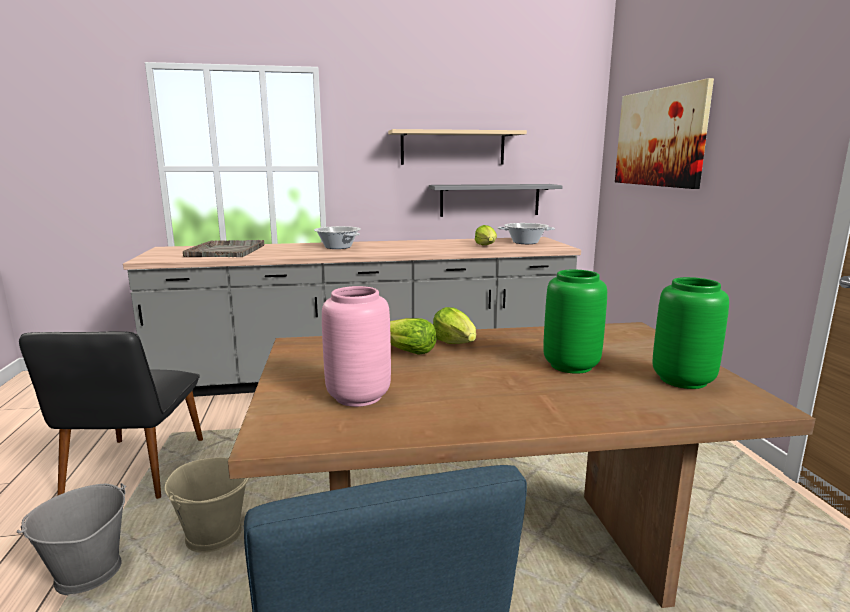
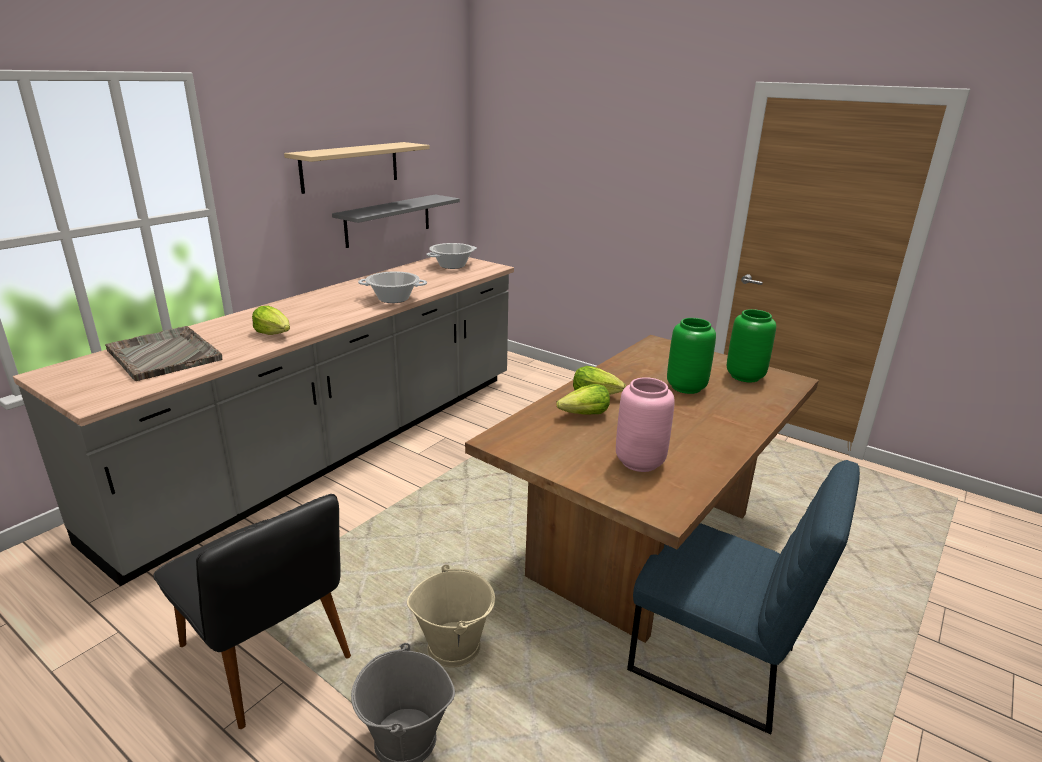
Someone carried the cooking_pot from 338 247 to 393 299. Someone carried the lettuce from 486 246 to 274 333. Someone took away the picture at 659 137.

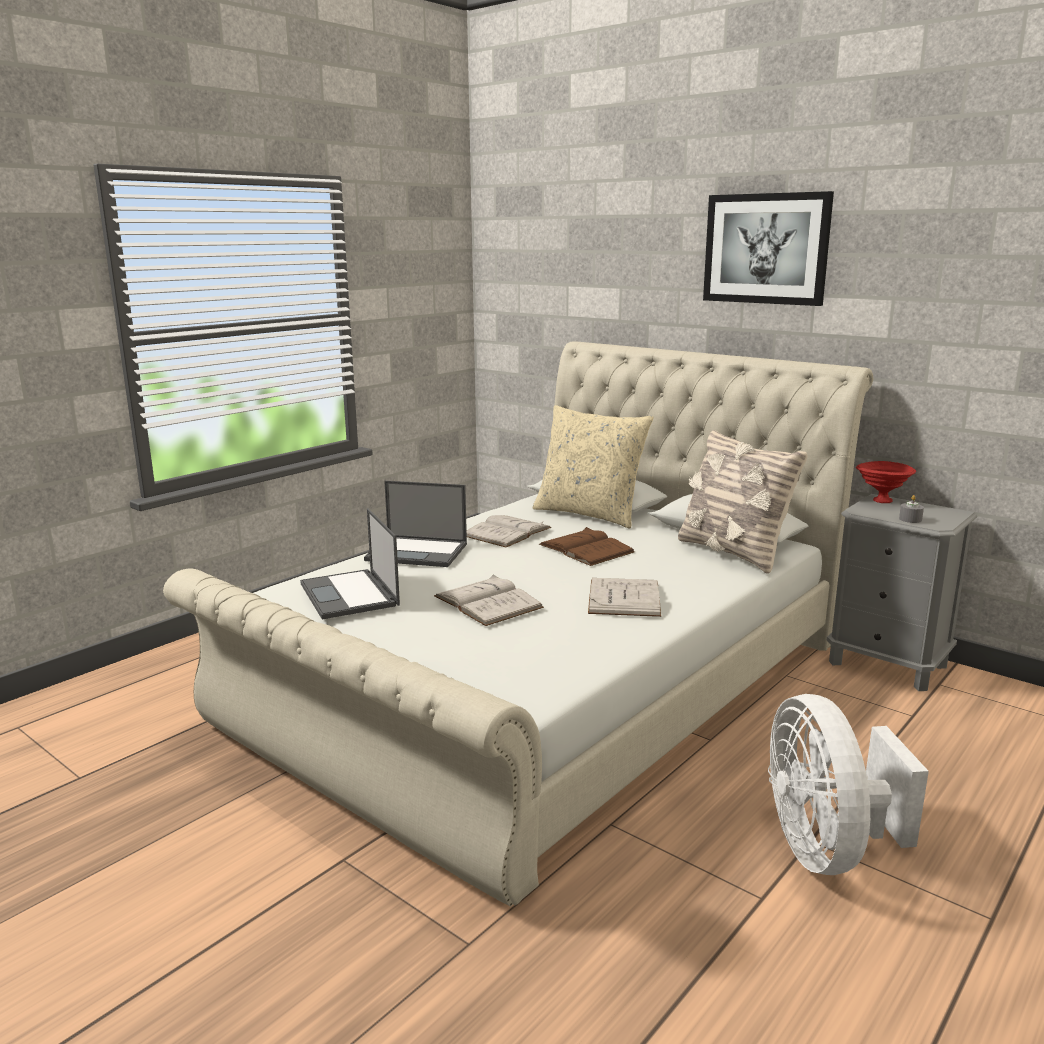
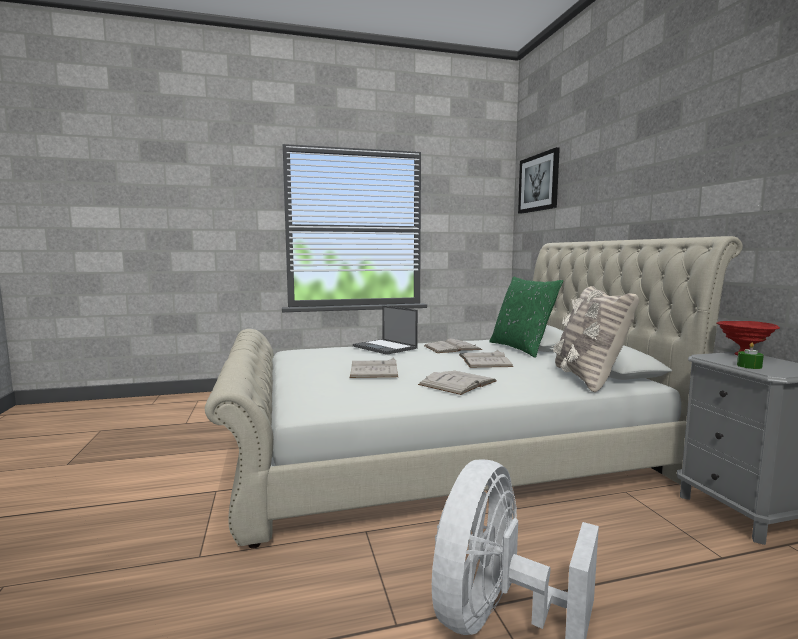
Someone took away the laptop at 350 595. Someone repainted the beige_pillow at 589 514, which became the green_pillow at 522 349. Someone repainted the brown_book at 586 548, which became the white_book at 484 360. Someone carried the picture from 766 249 to 538 183. Someone repainted the grey_candle at 910 519, which became the green_candle at 749 366.

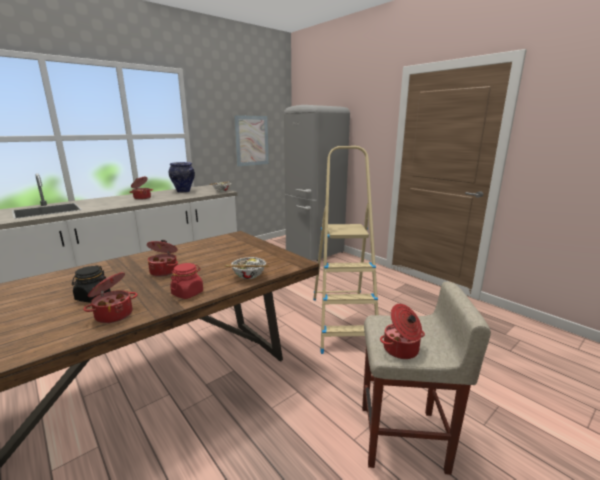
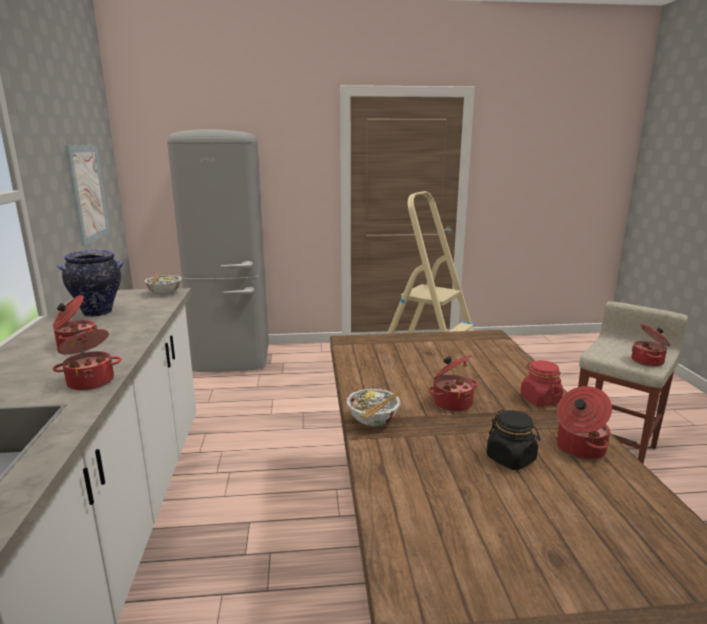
Someone carried the bowl from 249 276 to 373 420. Someone put down the cooking_pot at 91 381.

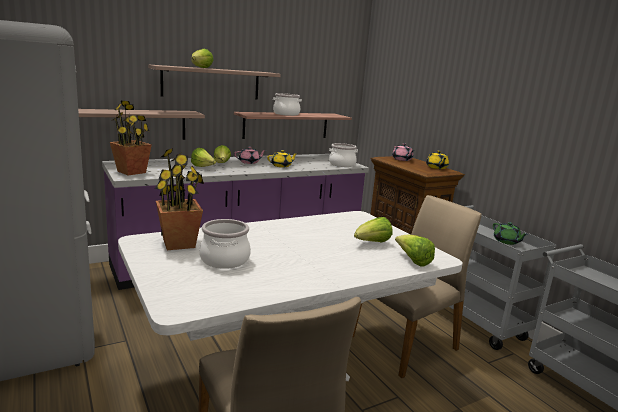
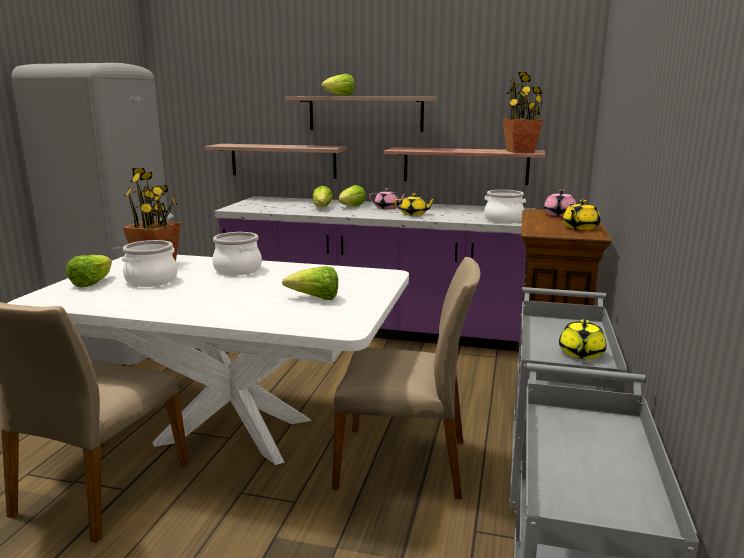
Someone carried the potted_plant from 132 172 to 520 151. Someone carried the cooking_pot from 286 114 to 238 269. Someone carried the lettuce from 413 261 to 92 283. Someone repainted the green_teapot at 506 242, which became the yellow_teapot at 581 353.

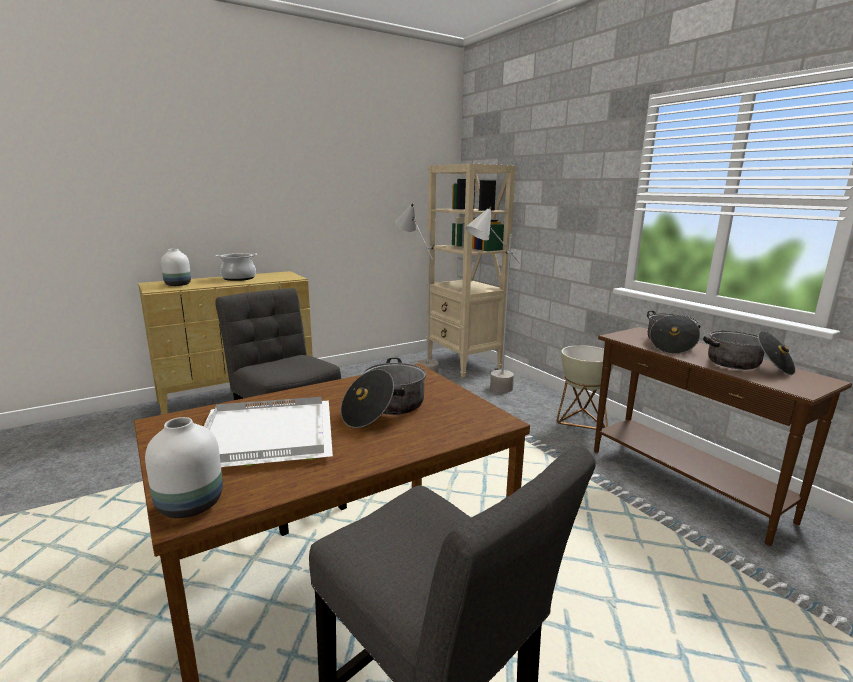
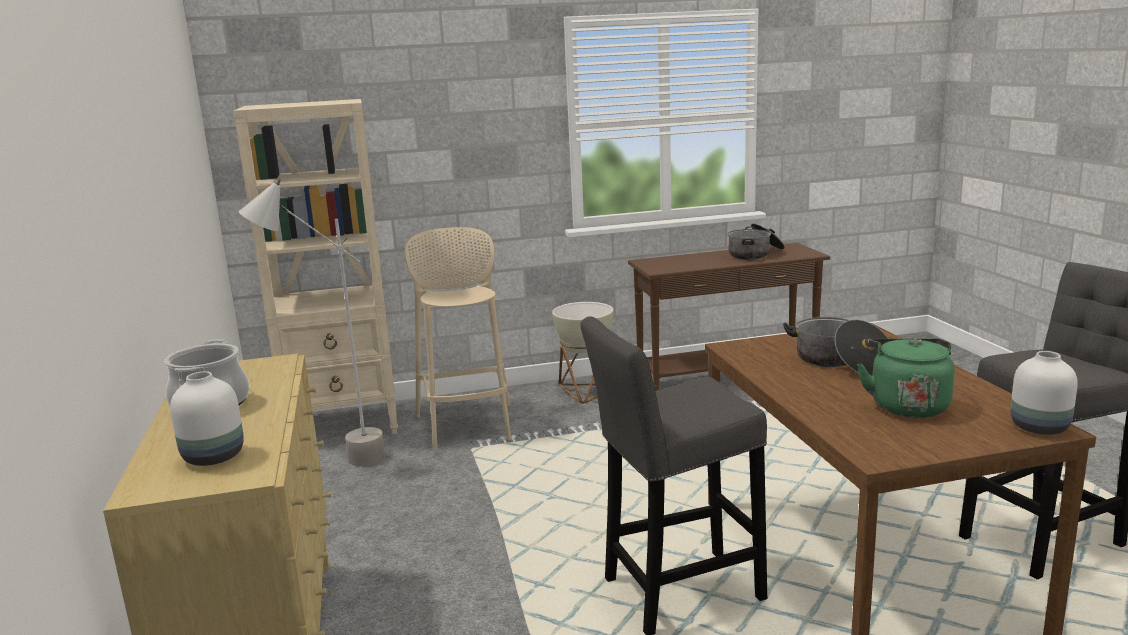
Someone swapped the white_tray at 269 437 for the green_kettle at 907 405. Someone swapped the grey_floor_lamp at 487 393 for the beige_stool at 467 425. Someone took away the cooking_pot at 669 344.

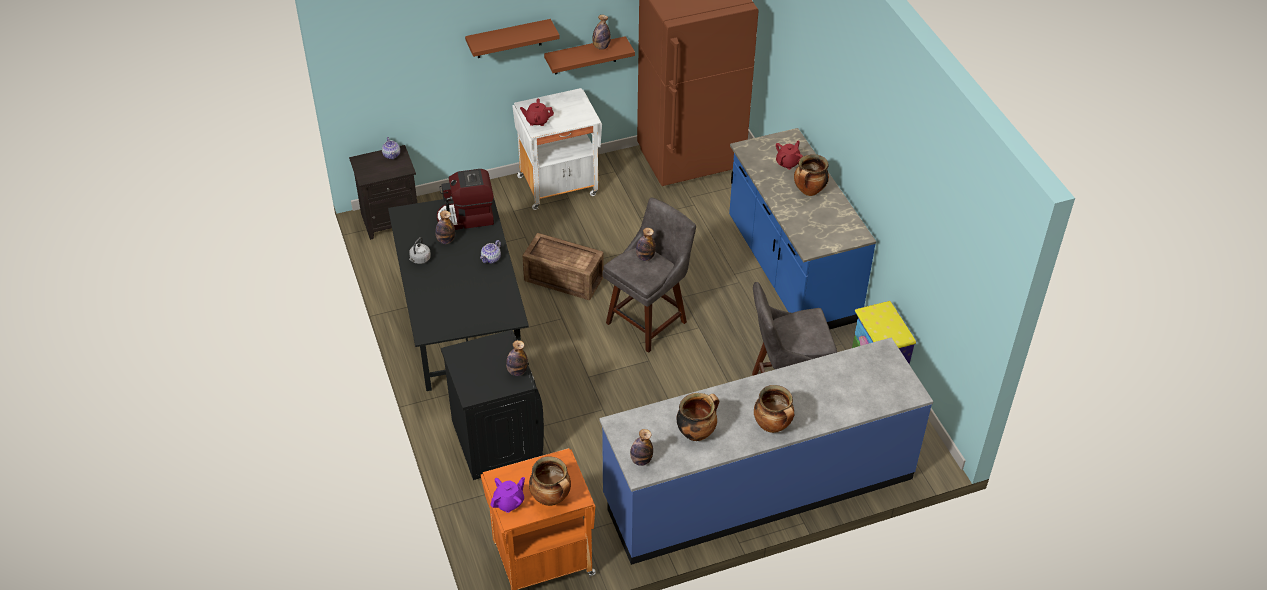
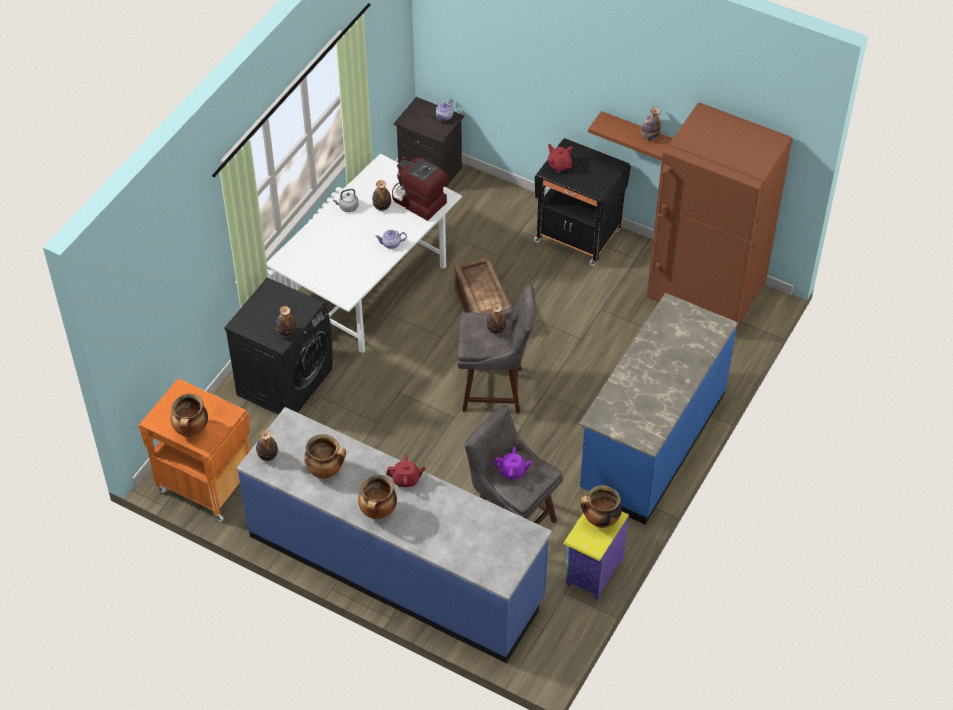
Someone repainted the black_dining_table at 464 330, which became the white_dining_table at 369 290. Someone took away the brown_shelf at 508 39. Someone carried the purple_teapot from 509 502 to 512 472. Someone repainted the white_cart at 559 185, which became the black_cart at 579 237. Someone carried the red_teapot from 788 163 to 406 479. Someone carried the cooking_pot from 809 191 to 600 520.

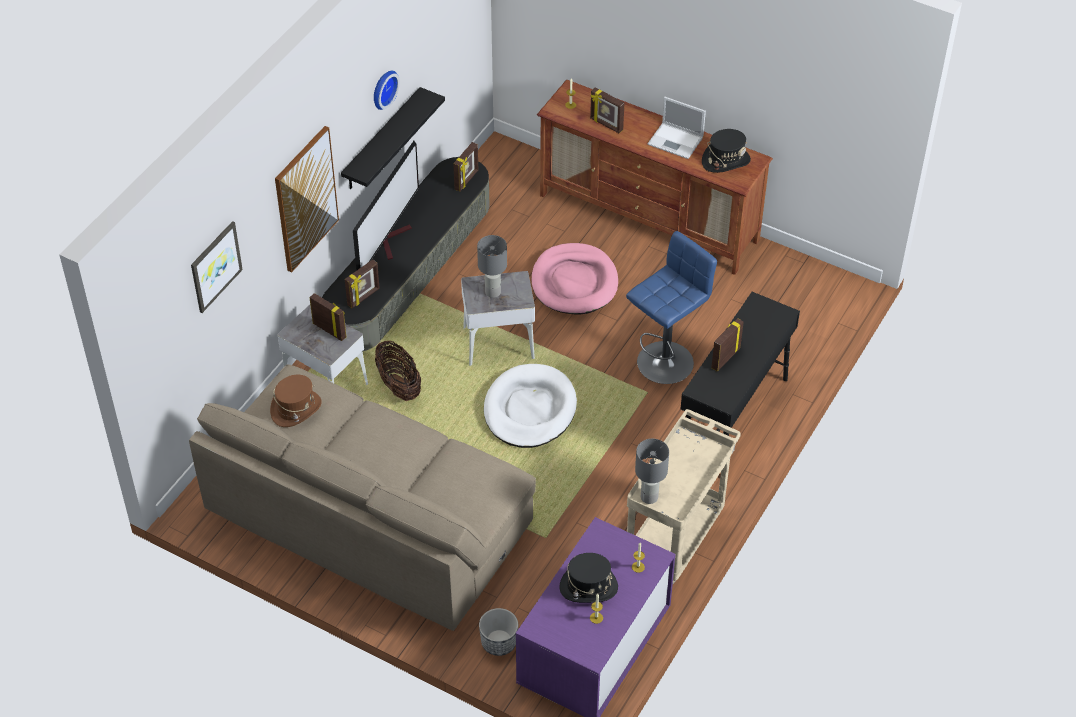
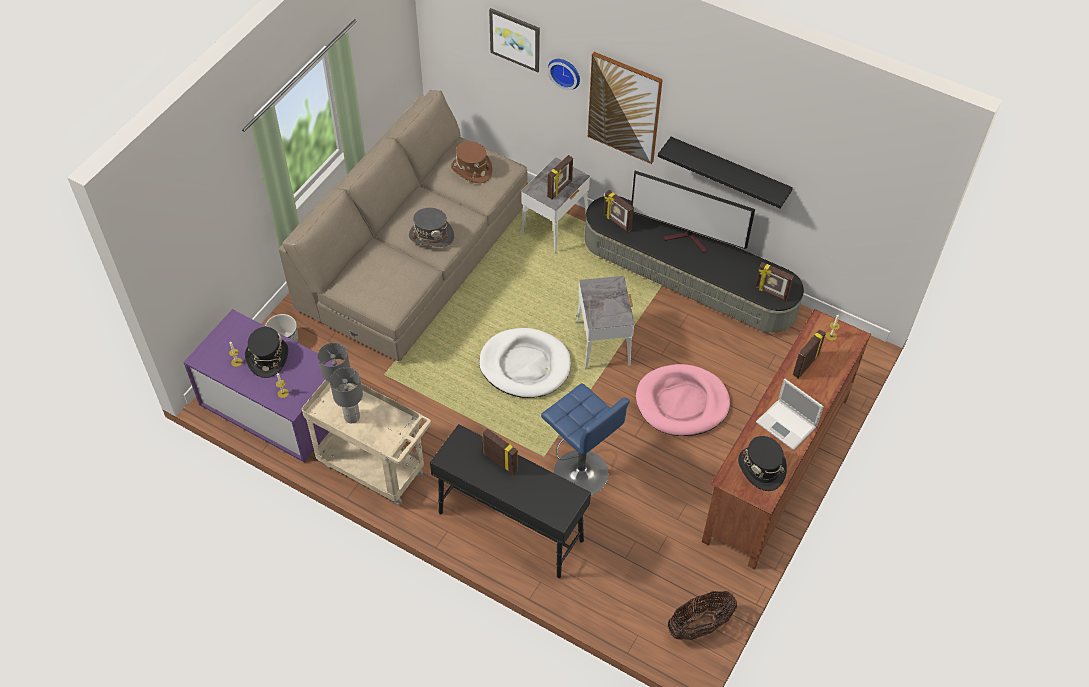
Someone carried the wall_clock from 383 88 to 565 72. Someone carried the basket from 399 385 to 699 625. Someone carried the grey_table_lamp from 493 292 to 352 417. Someone rotated the laptop at 676 141 by 75 degrees counterclockwise. Someone put down the grey_hat at 431 235.

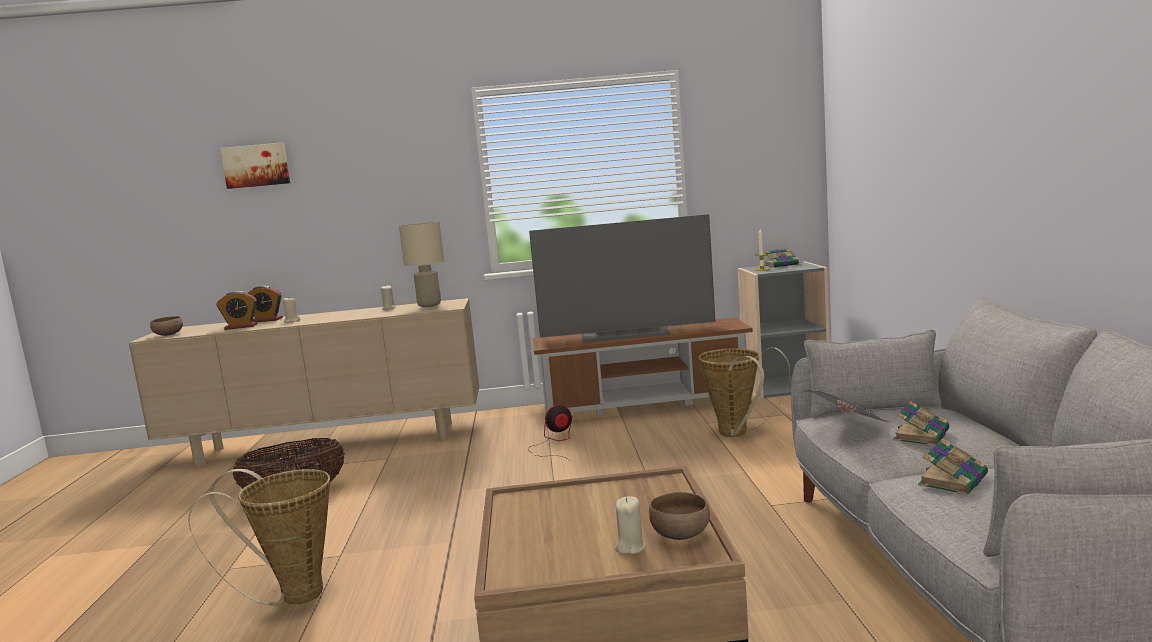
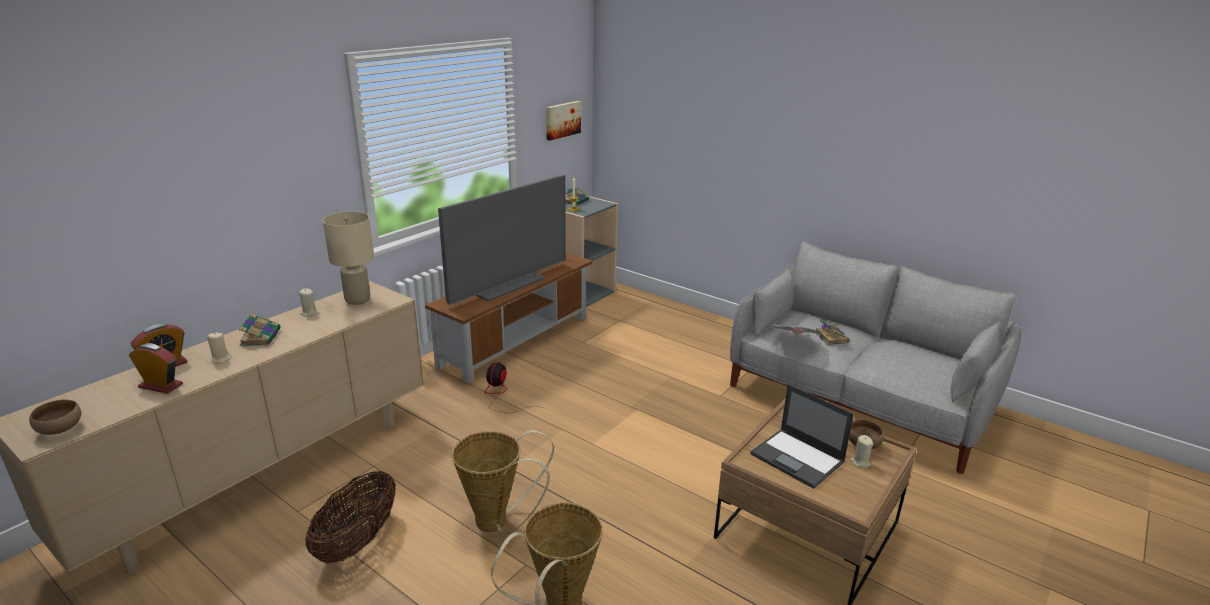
Someone rotated the alarm_clock at 241 327 by 105 degrees counterclockwise. Someone carried the picture from 256 165 to 562 120. Someone carried the basket from 738 434 to 499 523. Someone carried the book from 953 480 to 261 337. Someone put down the laptop at 798 458.

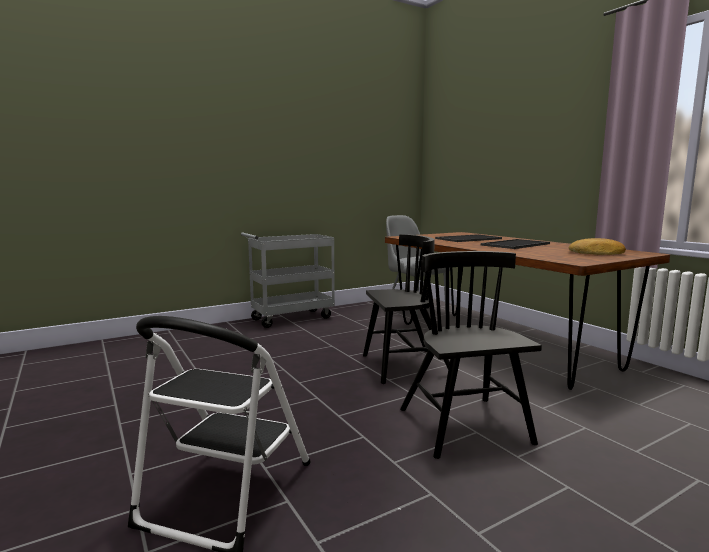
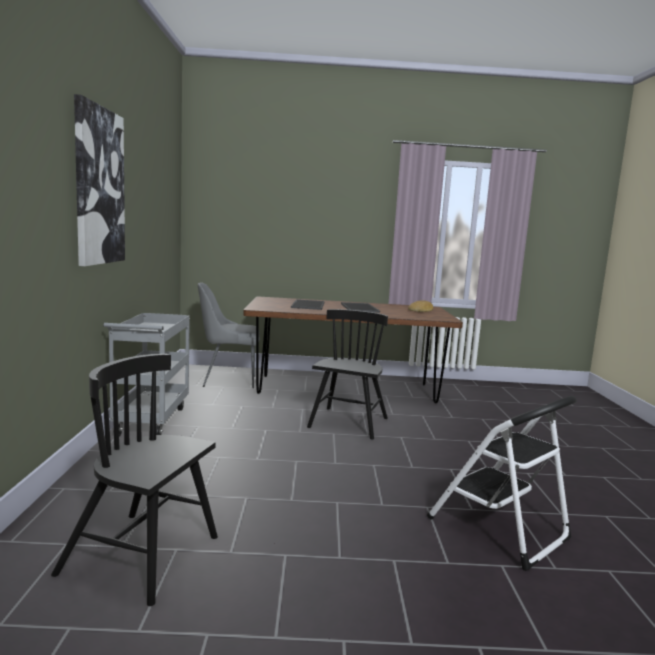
Someone carried the black_chair from 467 429 to 148 556. Someone put up the picture at 98 186.

